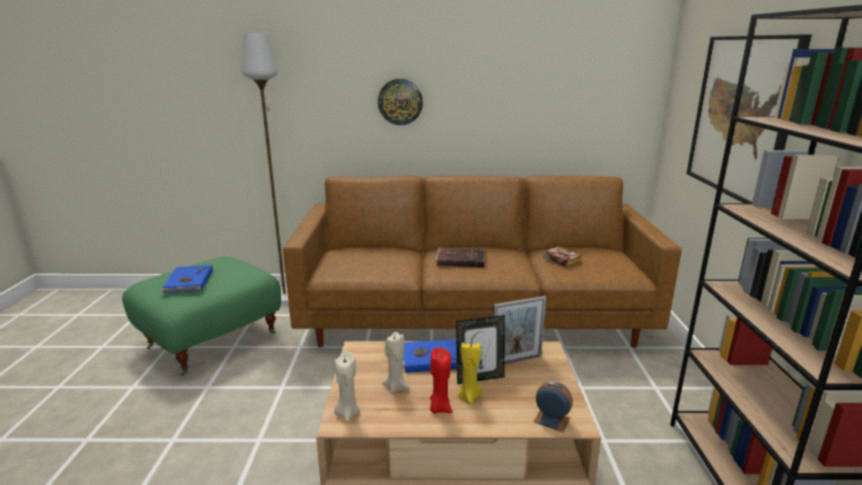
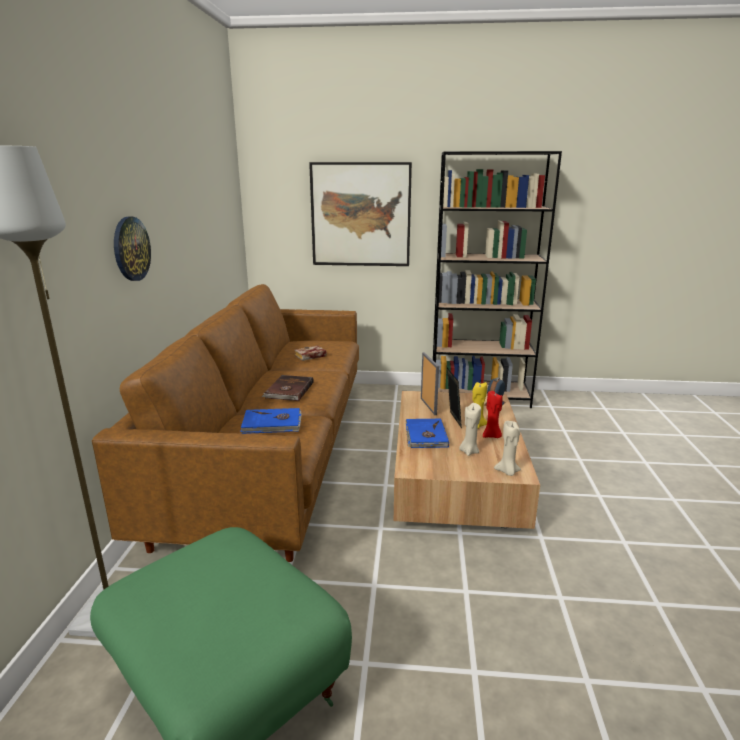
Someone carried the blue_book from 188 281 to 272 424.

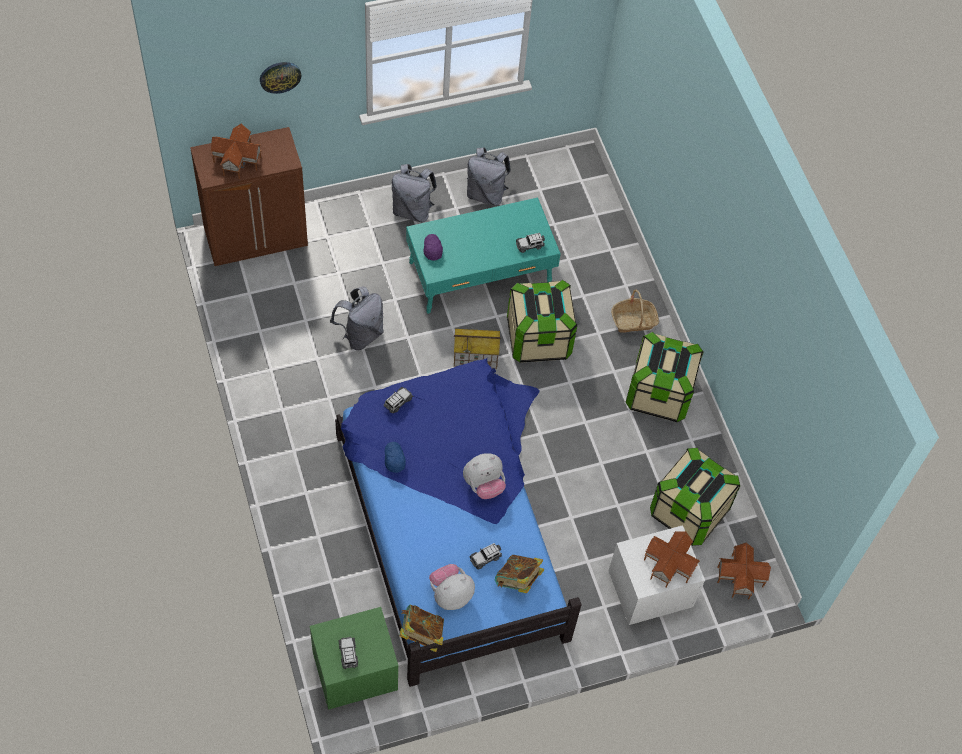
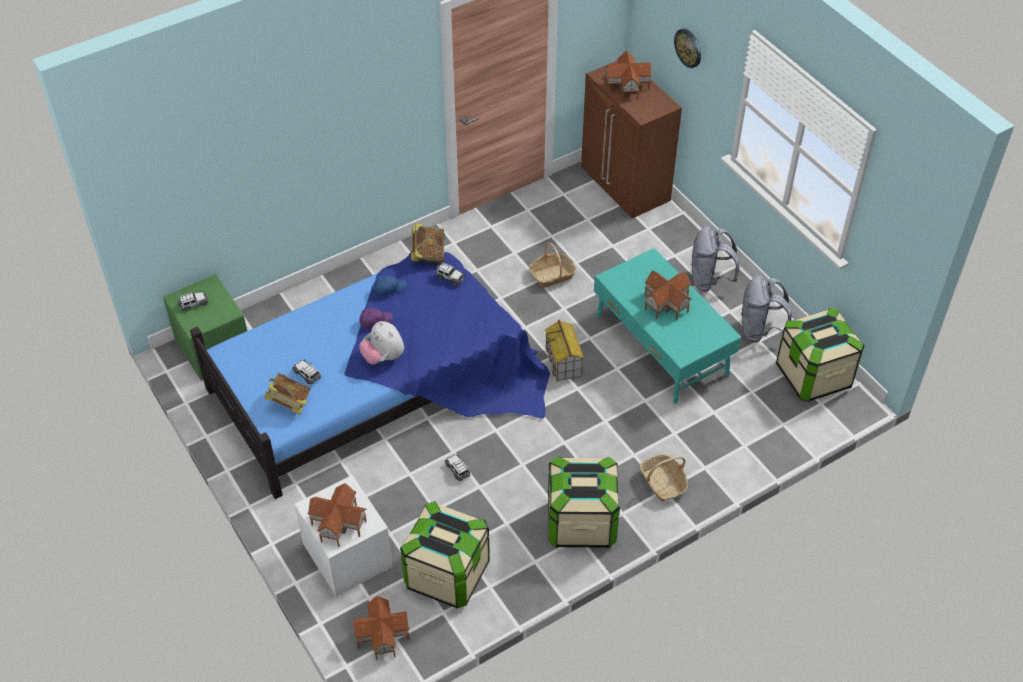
Someone swapped the grey_backpack at 360 334 for the basket at 552 275. Someone carried the book from 421 634 to 428 254. Someone carried the purple_cap from 432 249 to 375 321. Someone took away the plush_toy at 450 594. Someone carried the storage_box from 538 338 to 813 375. Someone carried the toy_car from 529 245 to 458 470. Someone put down the toy_house at 667 303.

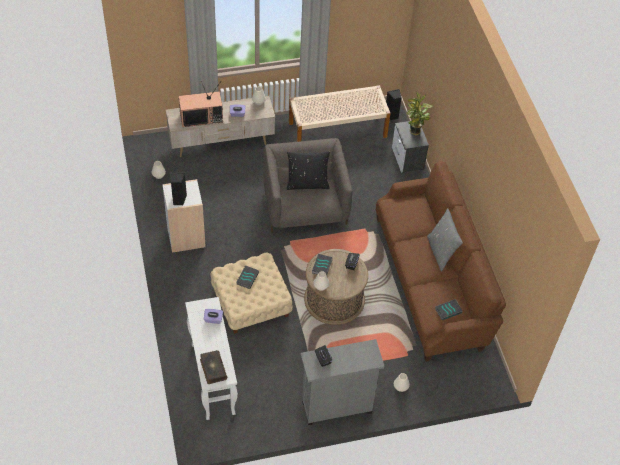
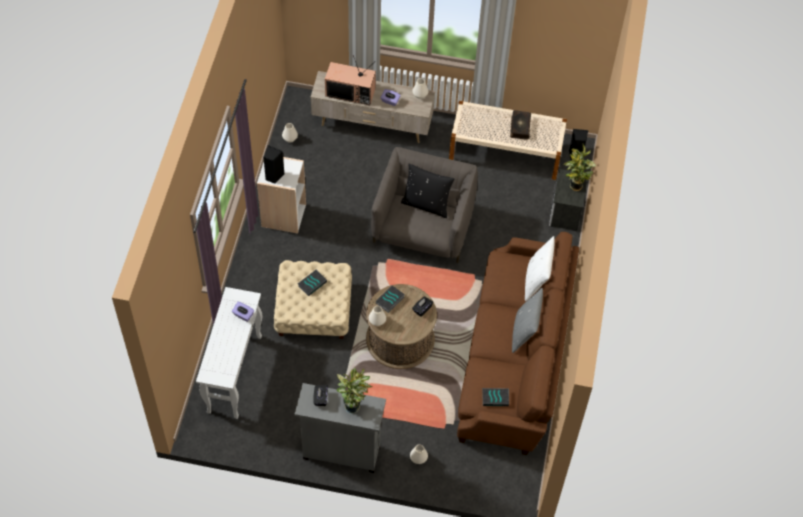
Someone carried the book from 213 369 to 519 127. Someone put down the potted_plant at 353 405. Someone put down the white_pillow at 536 281.

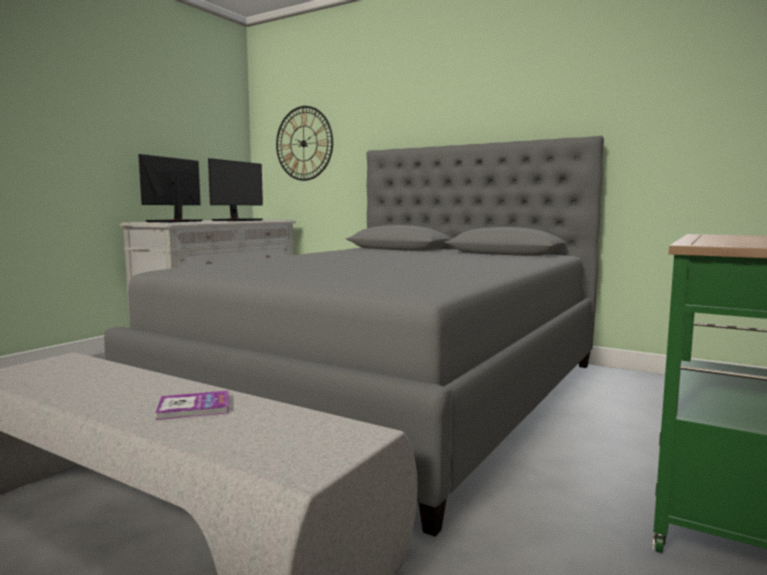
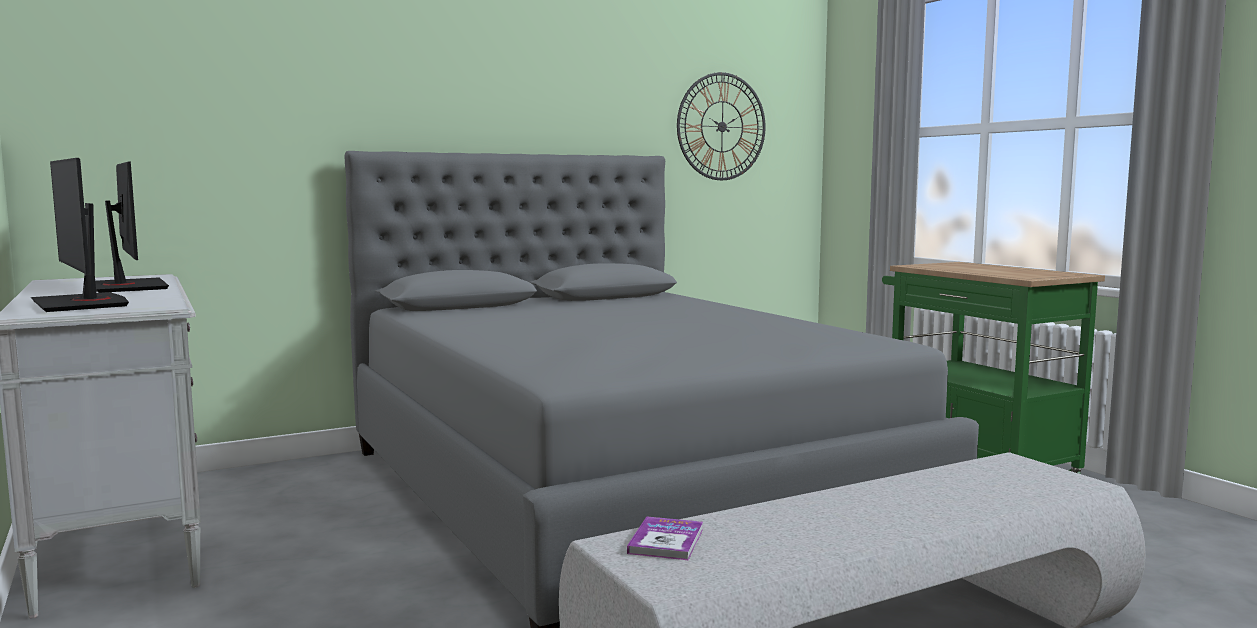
Someone carried the book from 194 407 to 666 541. Someone carried the wall_clock from 304 143 to 721 126.

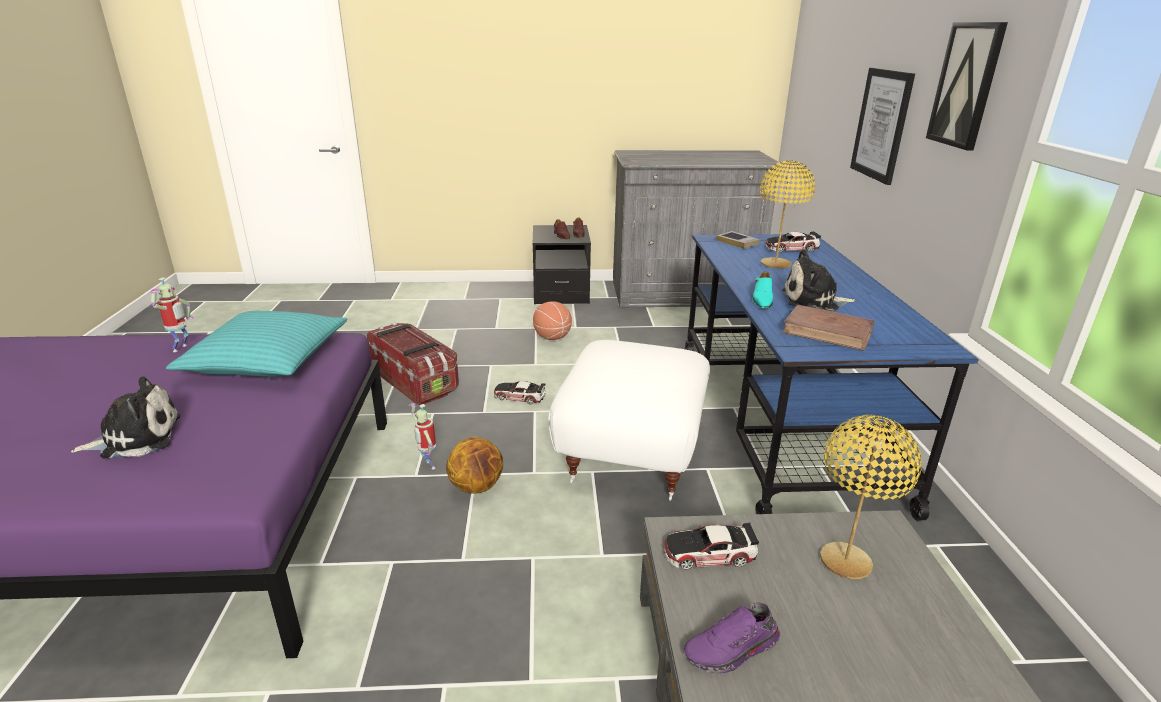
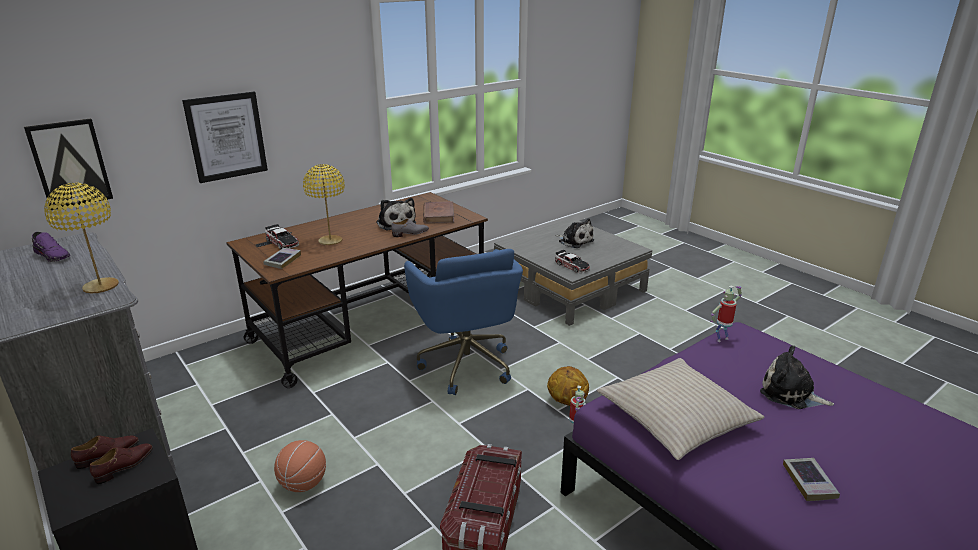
Someone carried the toy_robot from 182 348 to 721 339. Someone repainted the turquoise_pillow at 267 359, which became the beige_pillow at 676 418. Someone took away the toy_car at 519 396. Someone swapped the white_ottoman at 630 451 for the blue_office_chair at 465 364. Someone carried the purple_shoe from 732 650 to 53 255. Someone repainted the blue_desk at 780 420, which became the brown_desk at 371 326. Someone repainted the turquoise_shoe at 762 300, which became the grey_shoe at 410 233. Someone carried the yellow_table_lamp from 846 561 to 100 286. Someone carried the picture from 966 85 to 70 163. Someone put down the plush_toy at 574 241. Someone put down the book at 809 482.

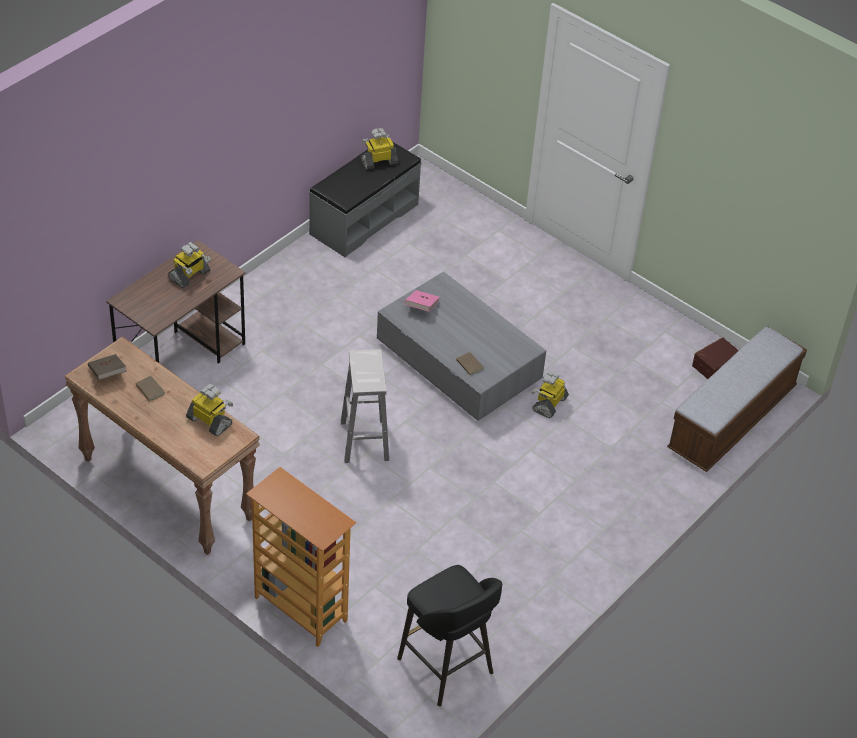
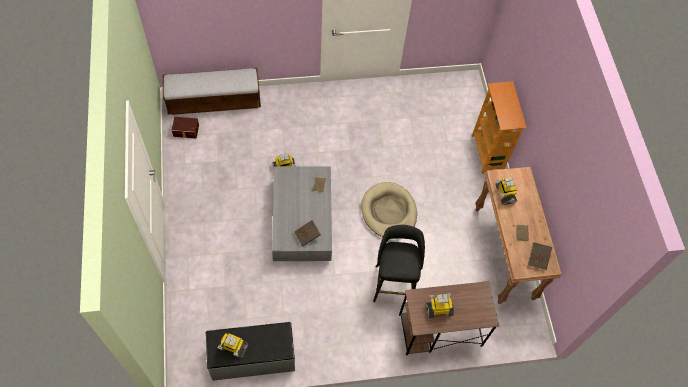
Someone swapped the white_stool at 364 440 for the beige_dog_bed at 388 212. Someone carried the black_stool from 447 668 to 393 283. Someone repainted the pink_book at 421 307, which became the brown_book at 307 236.

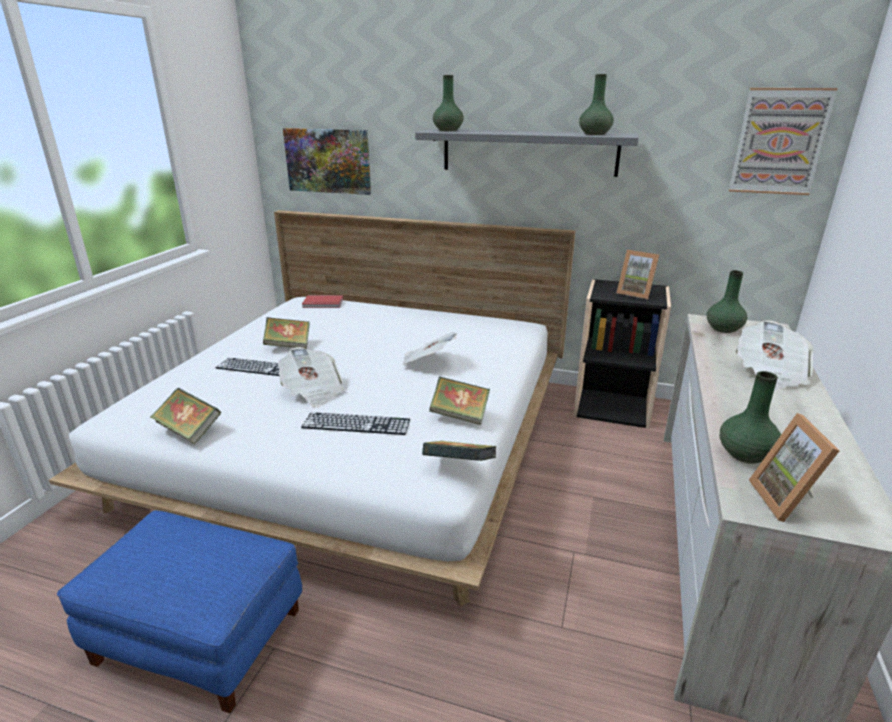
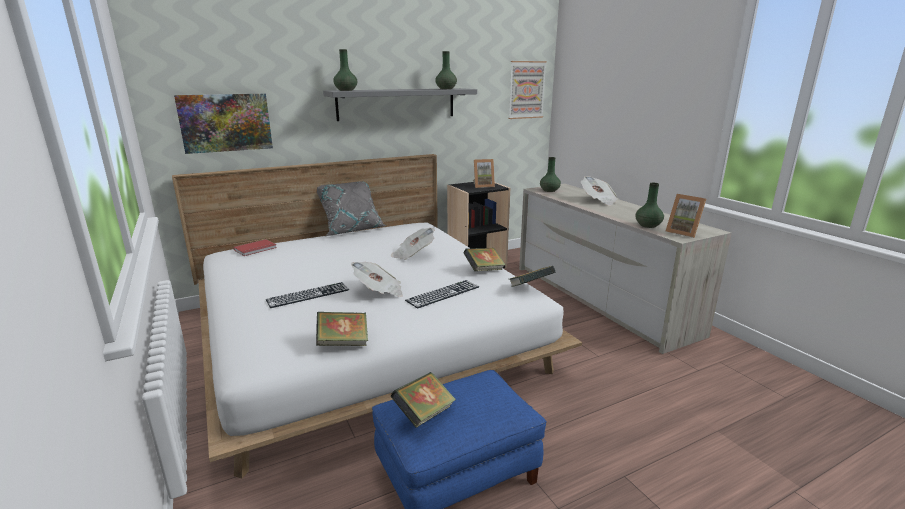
Someone carried the book from 288 346 to 424 414. Someone put down the grey_pillow at 351 230.

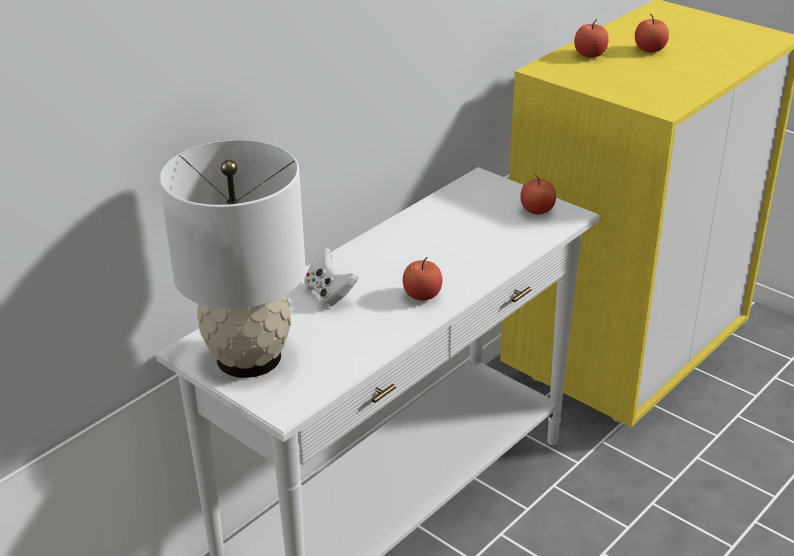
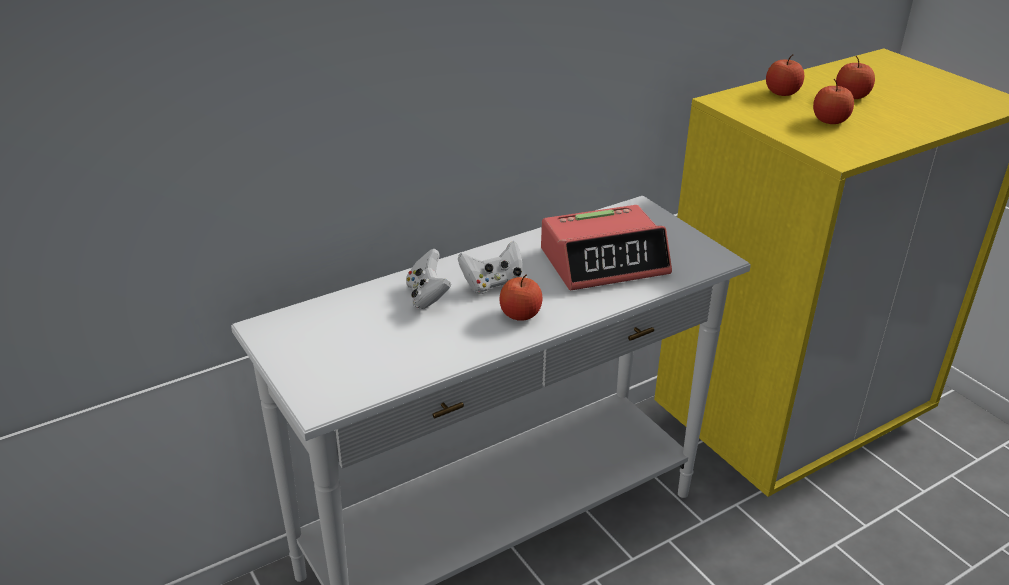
Someone took away the white_table_lamp at 249 358. Someone carried the apple from 537 210 to 830 121. Someone put down the white_game_controller at 493 284. Someone put down the alarm_clock at 604 261.

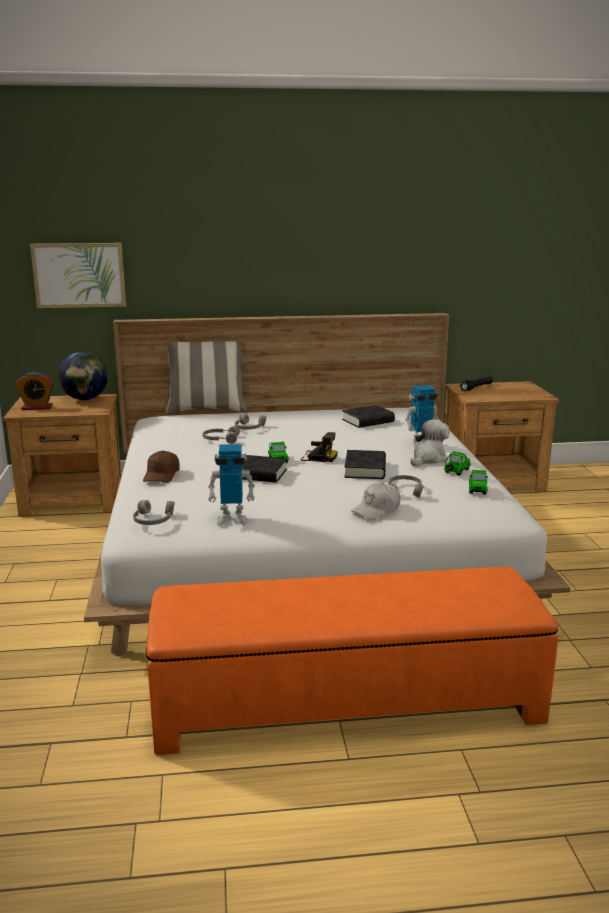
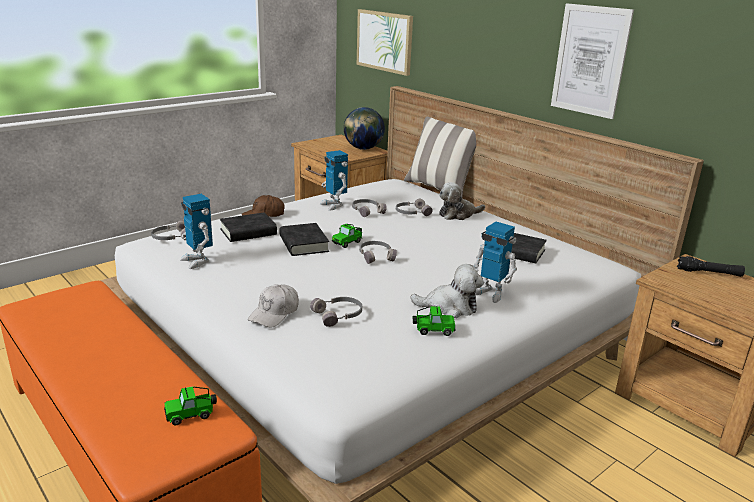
Someone took away the alarm_clock at 37 407. Someone swapped the photo_camera at 318 457 for the grey_headphones at 376 256. Someone carried the black_book from 365 469 to 248 232. Someone rotated the white_cap at 376 509 by 75 degrees counterclockwise. Someone carried the toy_car from 477 489 to 192 415. Someone put down the toy_robot at 334 205. Someone put down the plush_toy at 458 214. Someone put up the picture at 590 60.

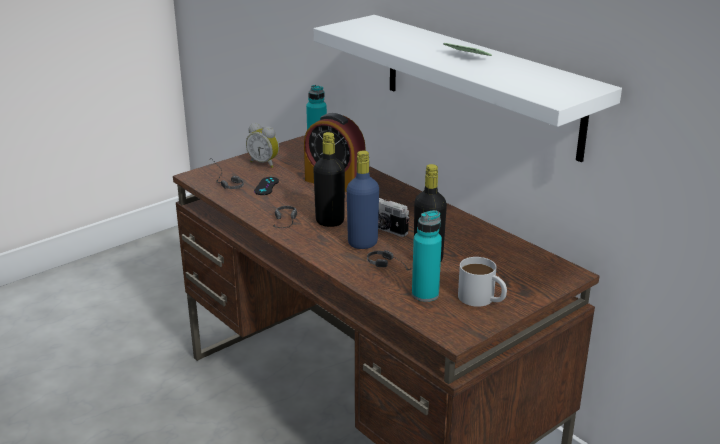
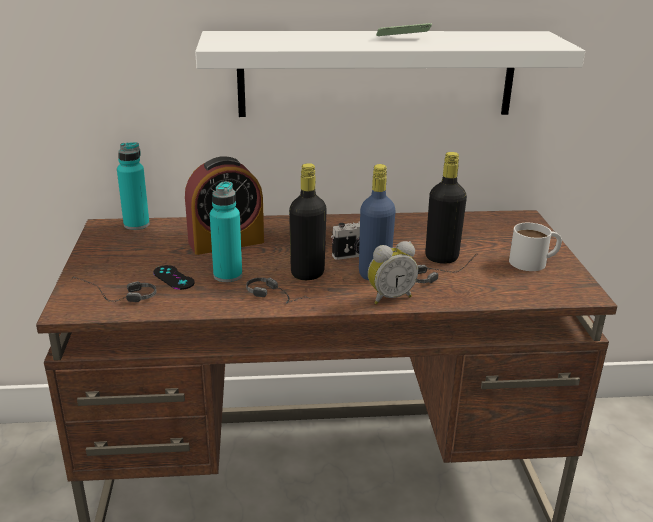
Someone carried the alarm_clock from 264 163 to 389 297. Someone carried the turquoise_bottle from 425 294 to 228 275.

